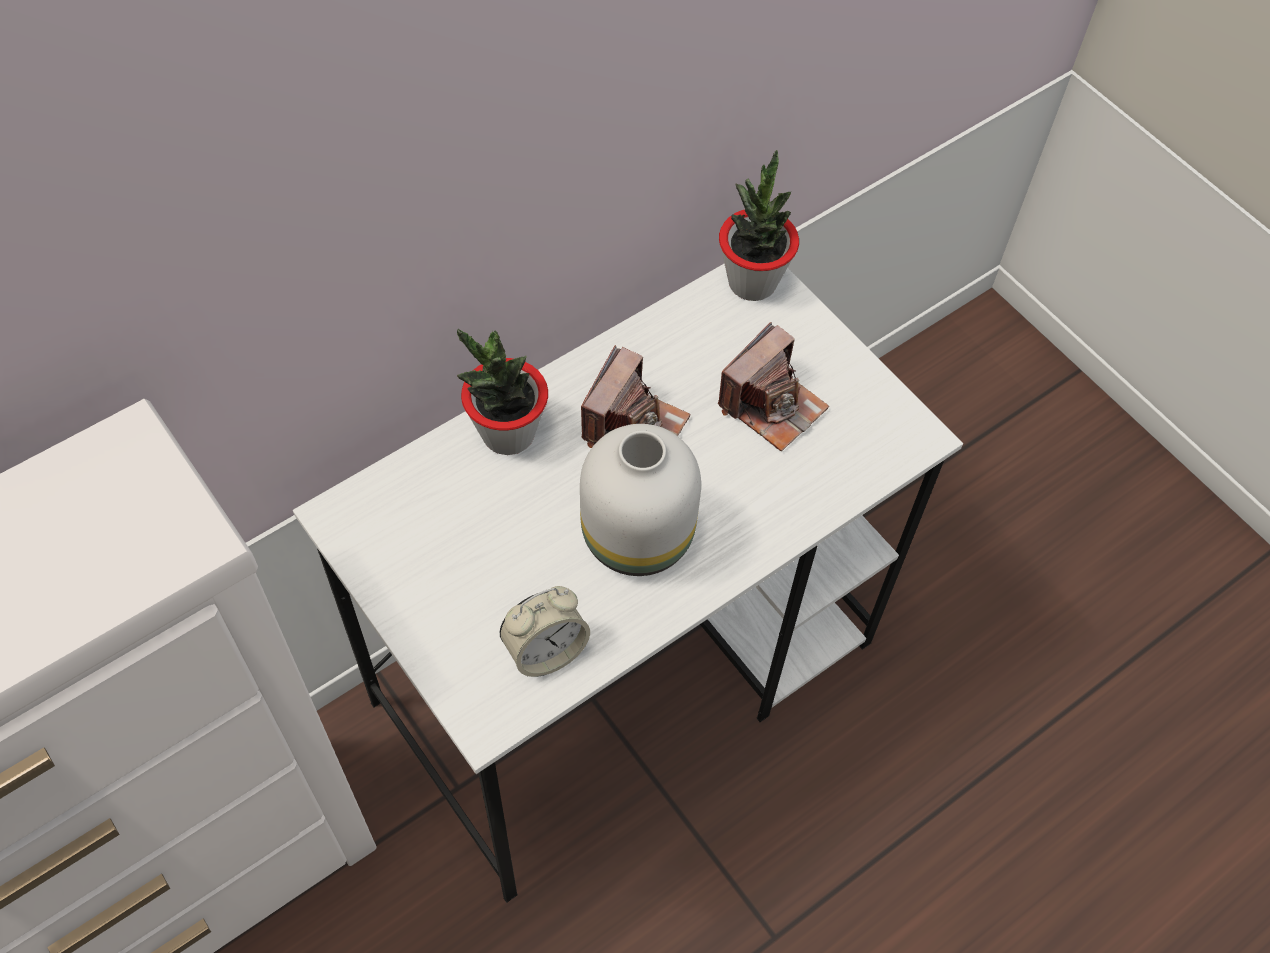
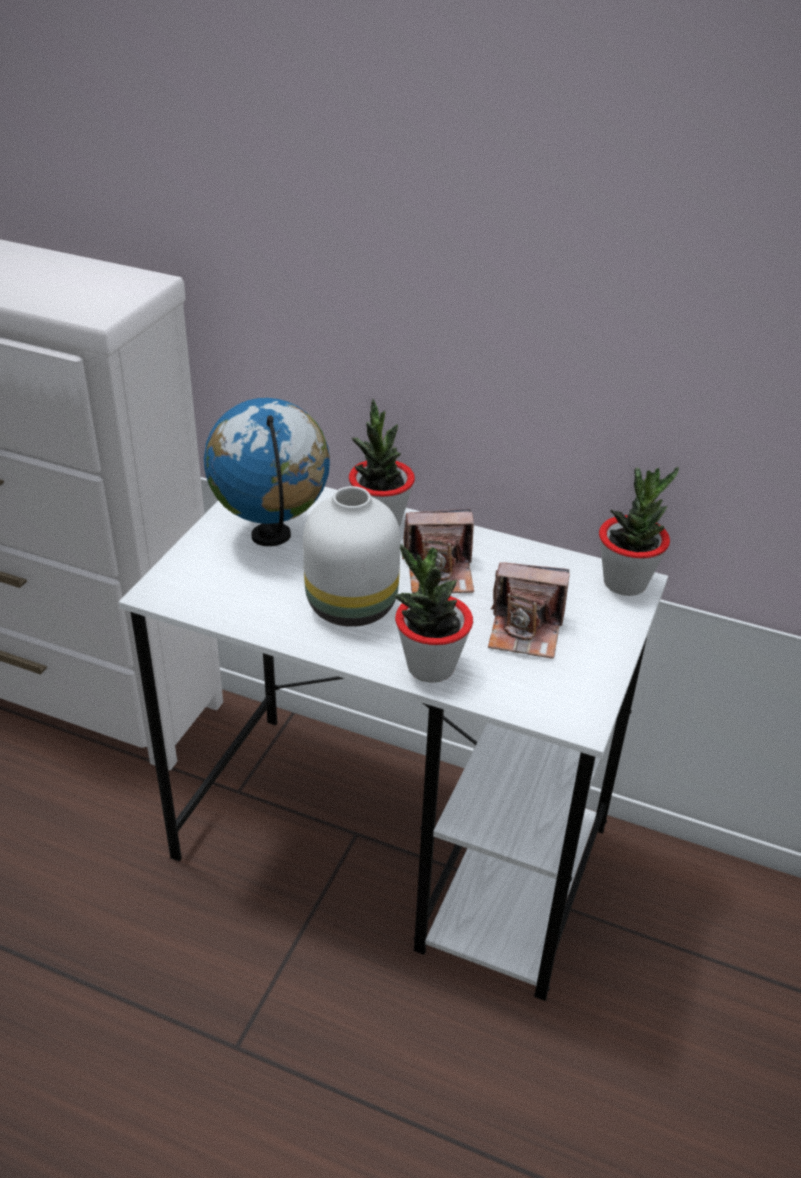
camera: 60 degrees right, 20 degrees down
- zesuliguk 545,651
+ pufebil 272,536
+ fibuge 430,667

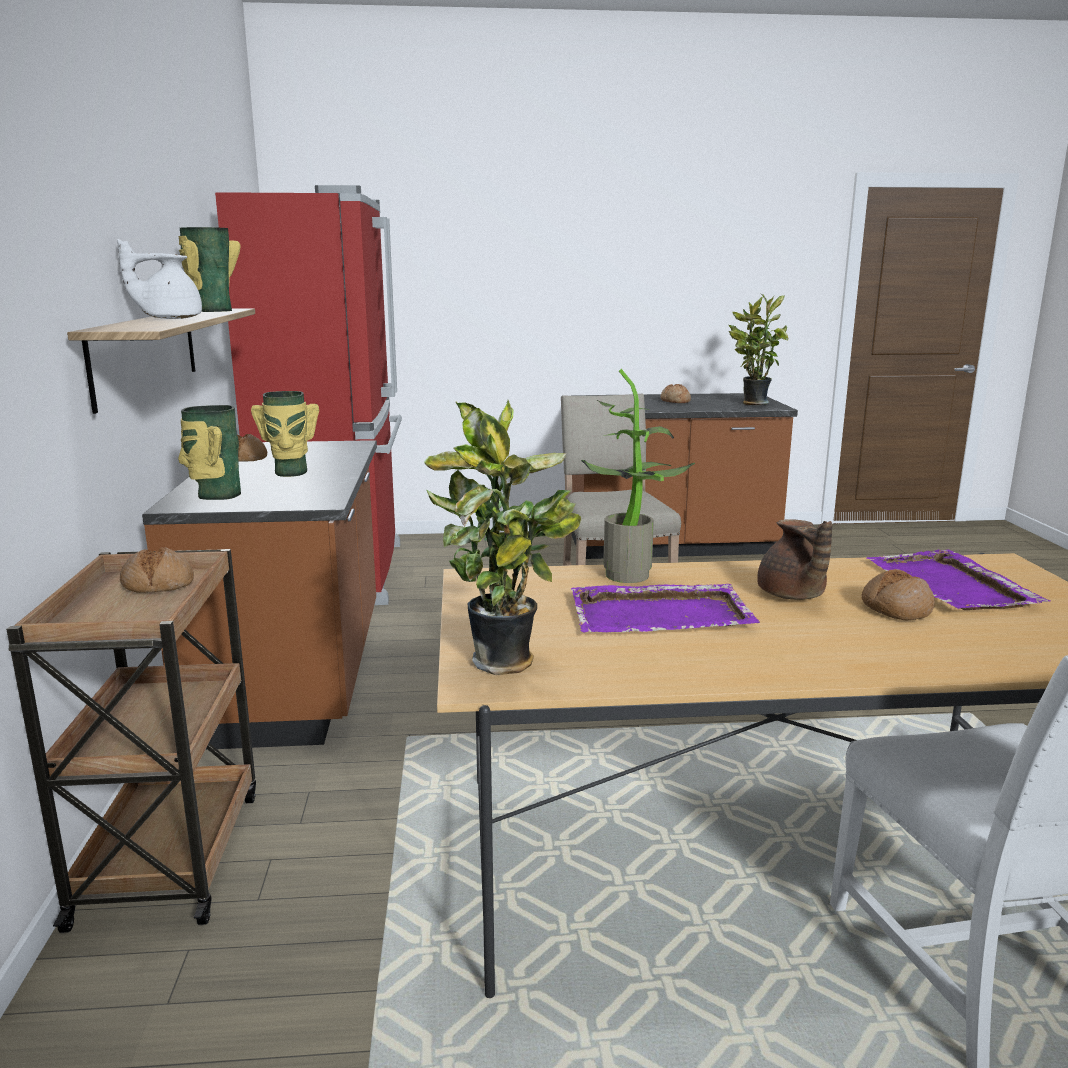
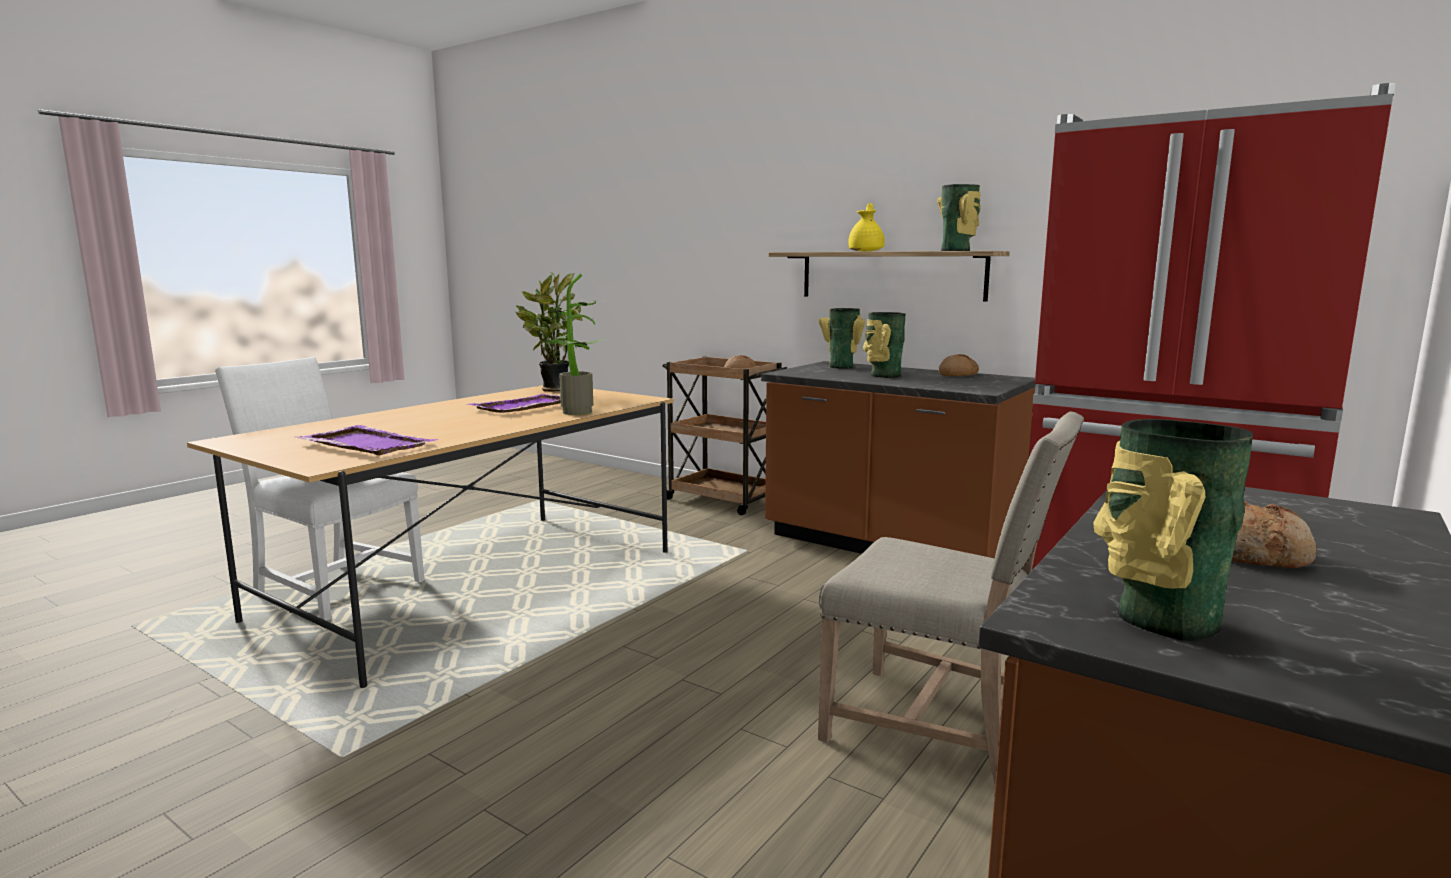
camera: 130 degrees right, 5 degrees down
~ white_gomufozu 169,318 to yellow_gomufozu 866,251
~ fibuge 752,403 to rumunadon 1160,618
- brown_gomufozu 791,596
- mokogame 895,608

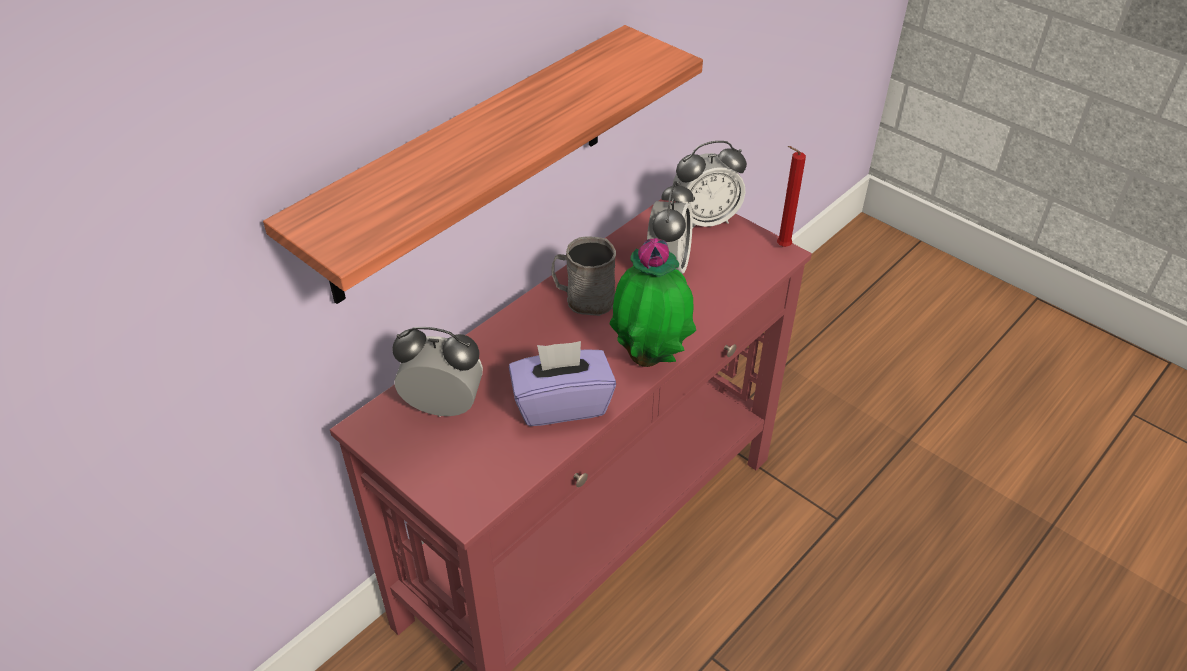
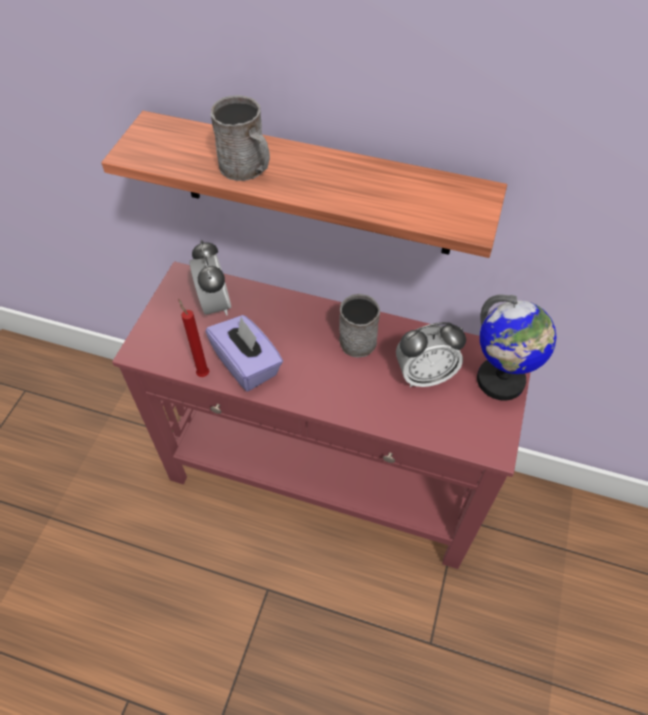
camera: 65 degrees right, 10 degrees up
~ zesuliguk 705,220 to pufebil 500,381
~ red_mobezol 781,247 to 202,373
- fibuge 651,357
+ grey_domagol 247,168

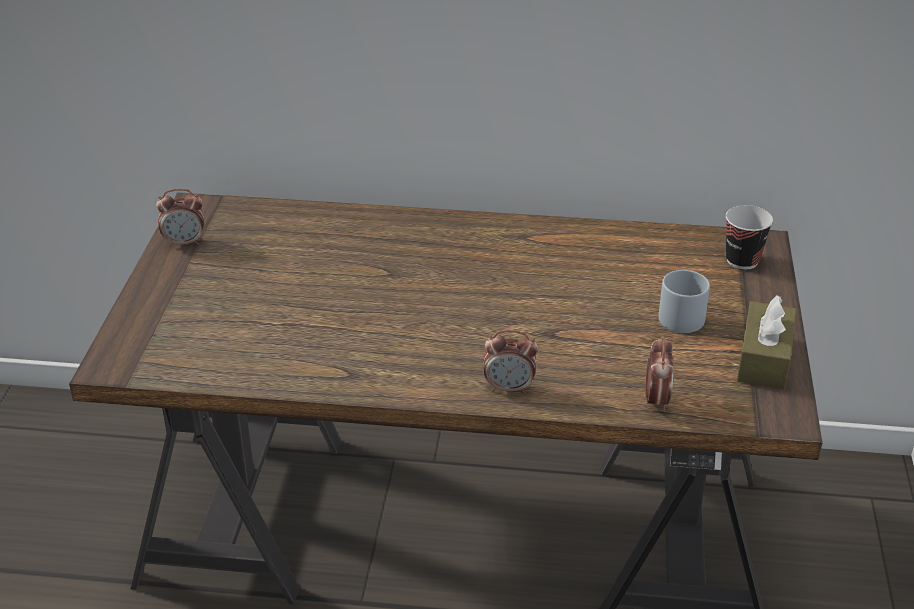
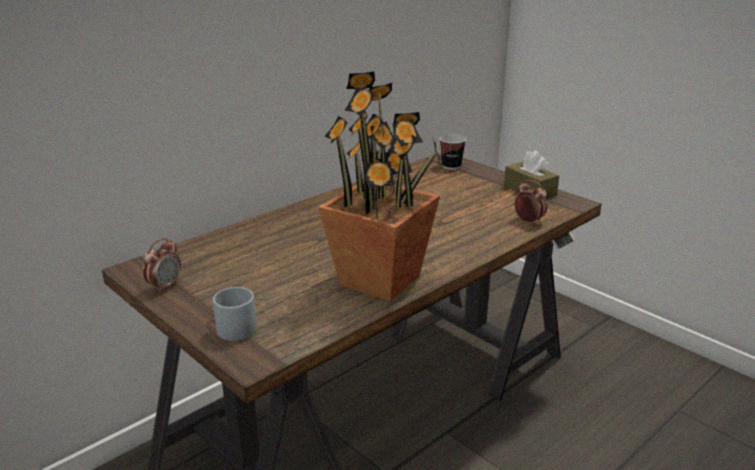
camera: 50 degrees left, 10 degrees down
~ grey_domagol 680,314 to 231,327
- zesuliguk 509,388
+ fibuge 381,280

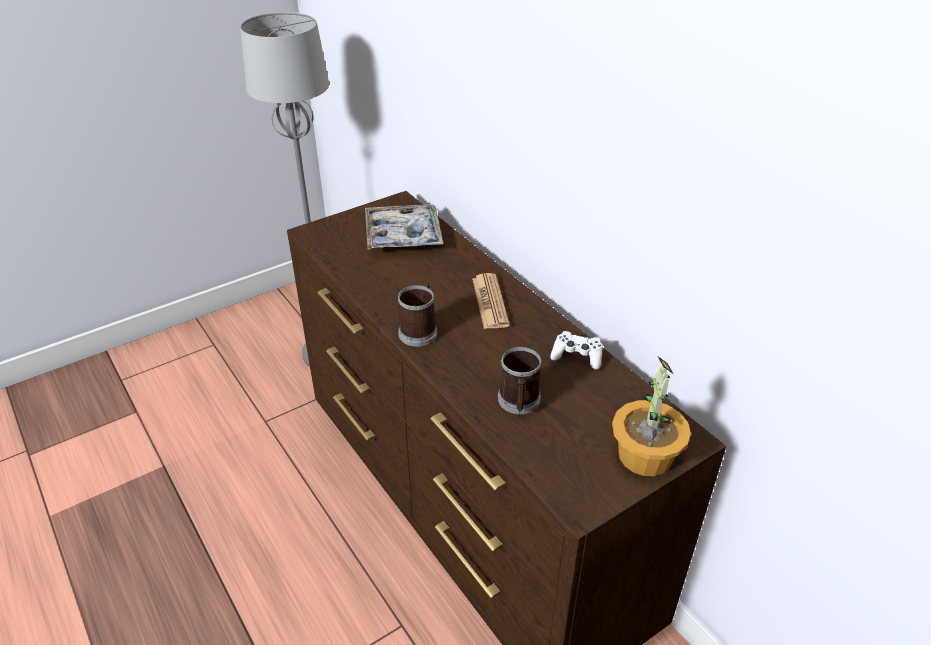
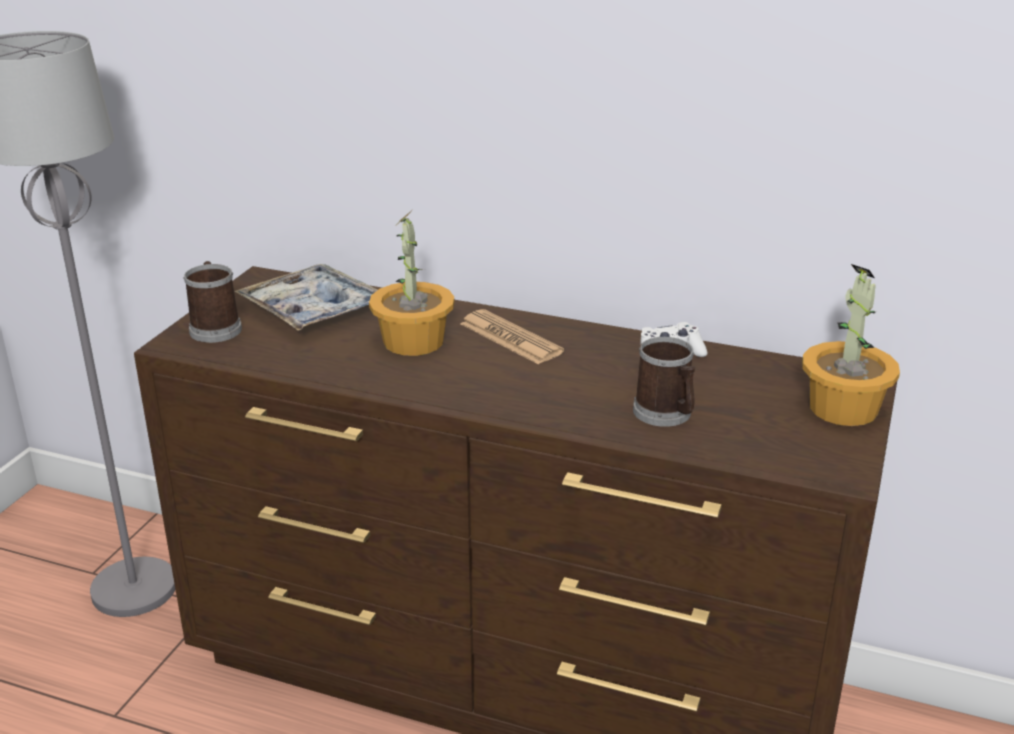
camera: 35 degrees left, 10 degrees down
~ domagol 419,331 to 215,327
+ fibuge 414,341

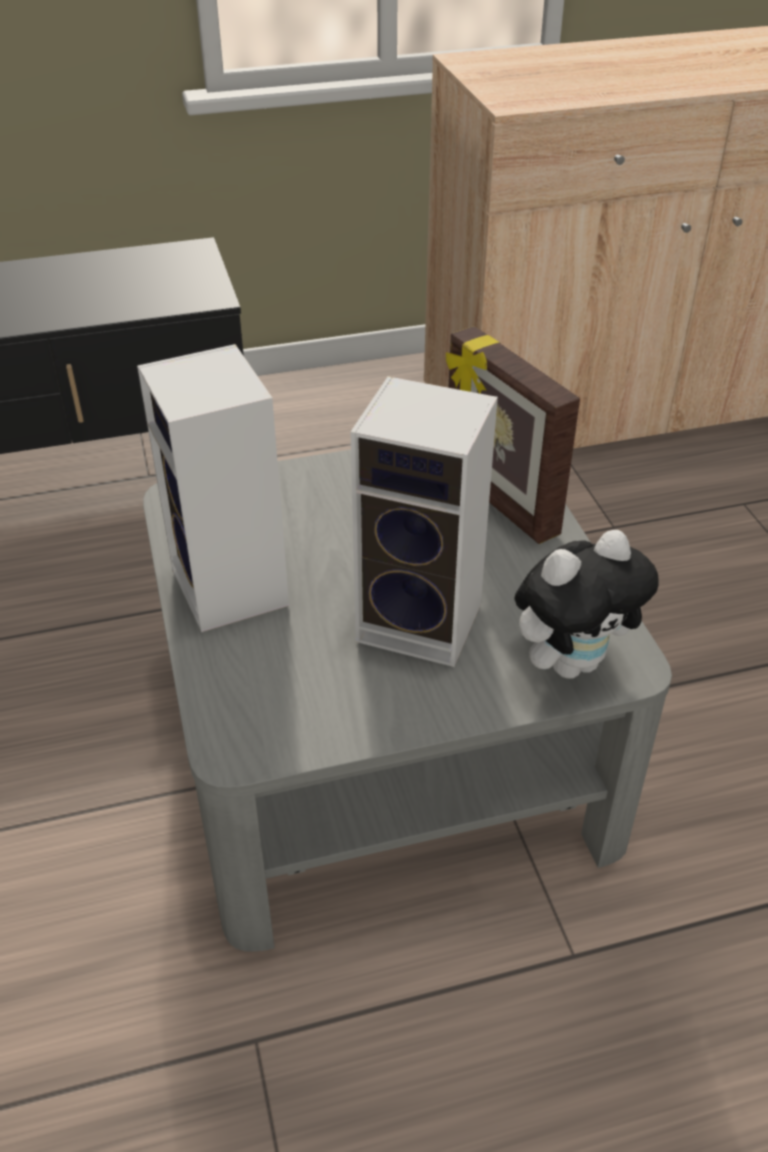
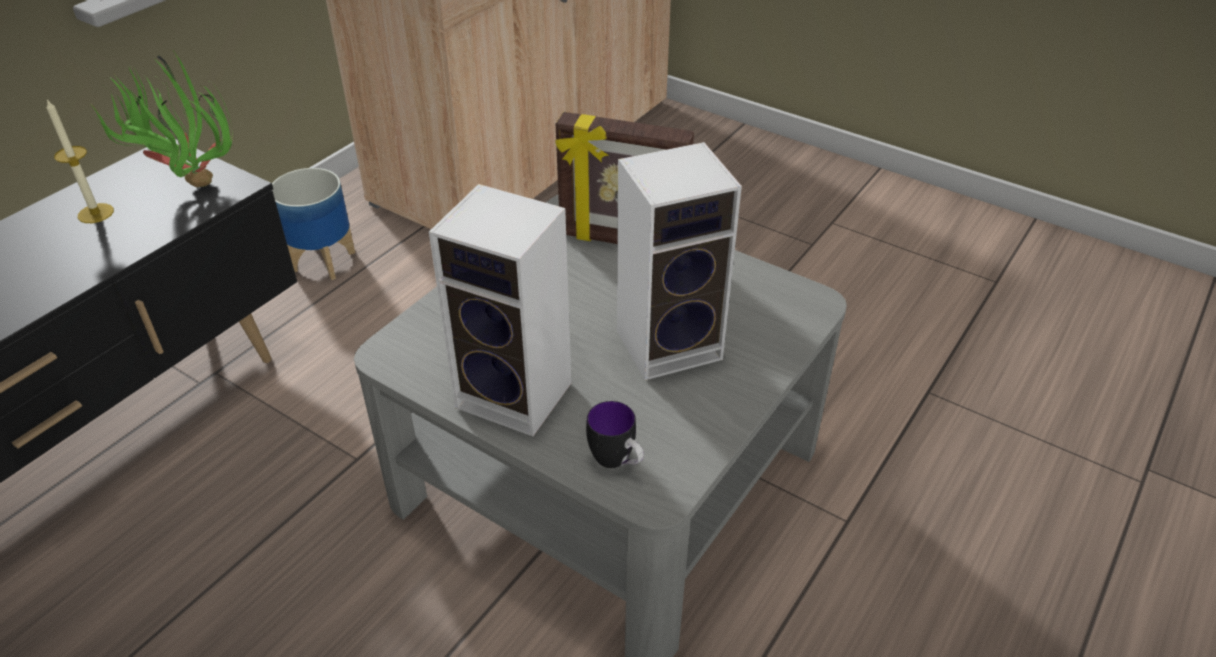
camera: 40 degrees left, 0 degrees up
- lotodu 572,662
+ fibuge 188,184
+ mobezol 95,213
+ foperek 323,261
+ domagol 617,462

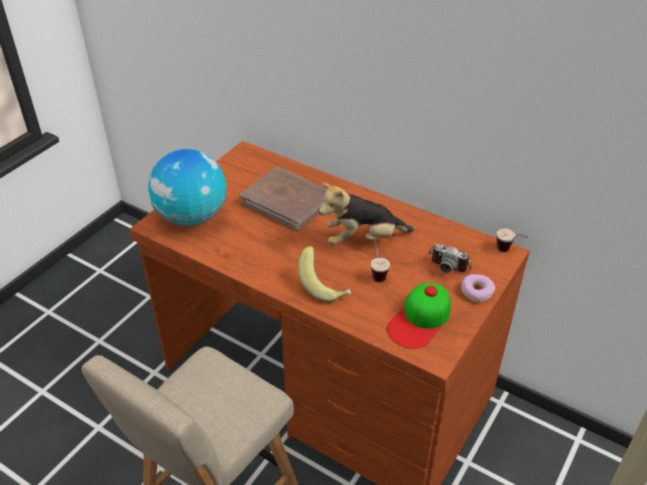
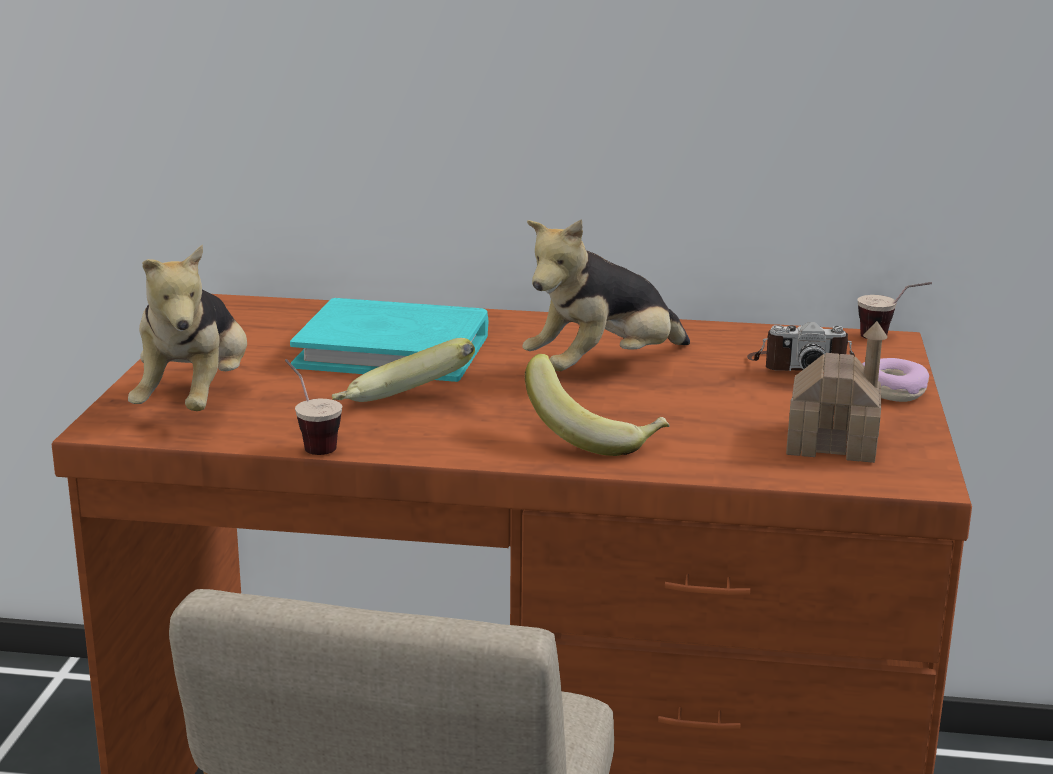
camera: 25 degrees left, 20 degrees down
~ pufebil 192,217 to lotodu 196,401
~ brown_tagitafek 287,201 to turquoise_tagitafek 393,349
~ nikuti 377,272 to 310,443
~ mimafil 420,320 to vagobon 832,442
+ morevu 403,408

